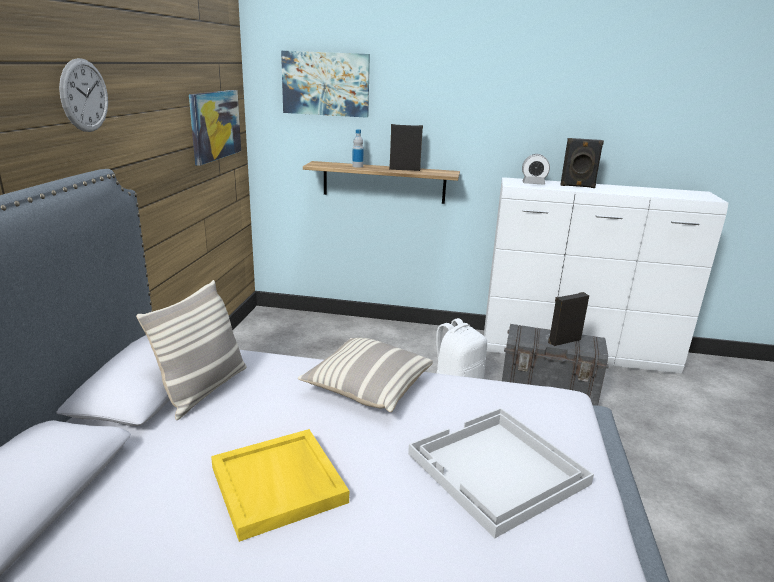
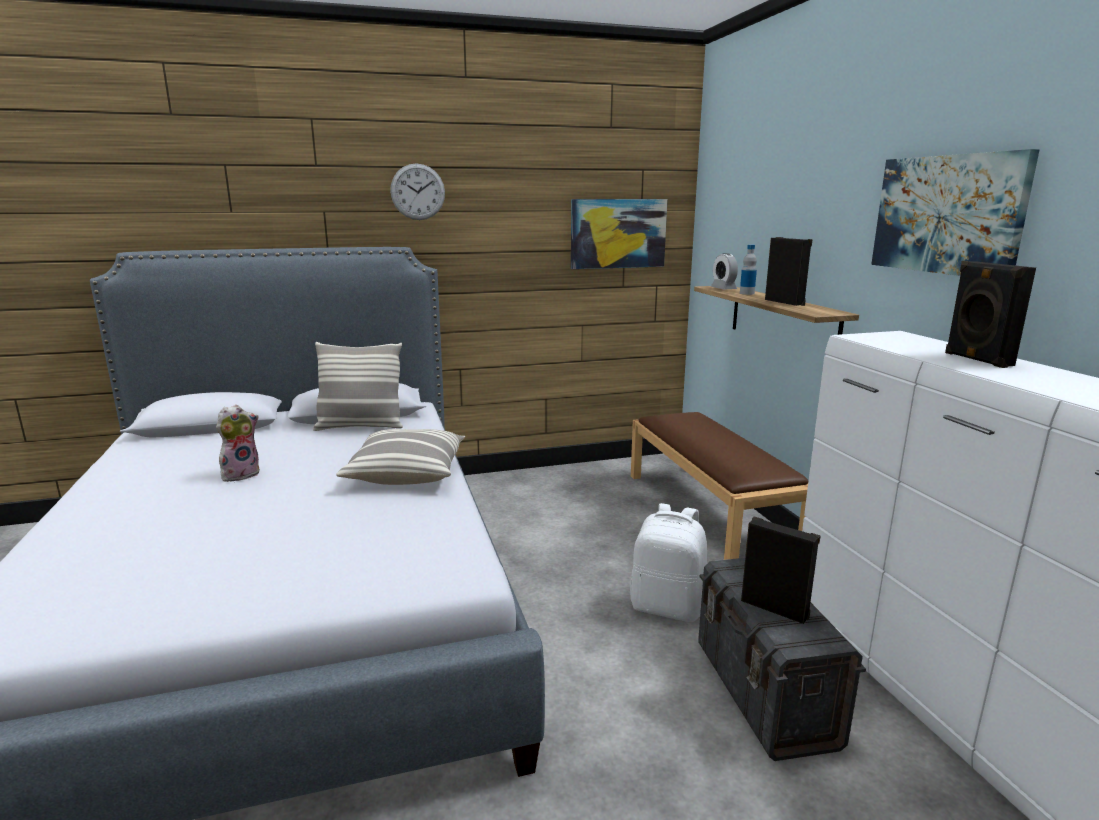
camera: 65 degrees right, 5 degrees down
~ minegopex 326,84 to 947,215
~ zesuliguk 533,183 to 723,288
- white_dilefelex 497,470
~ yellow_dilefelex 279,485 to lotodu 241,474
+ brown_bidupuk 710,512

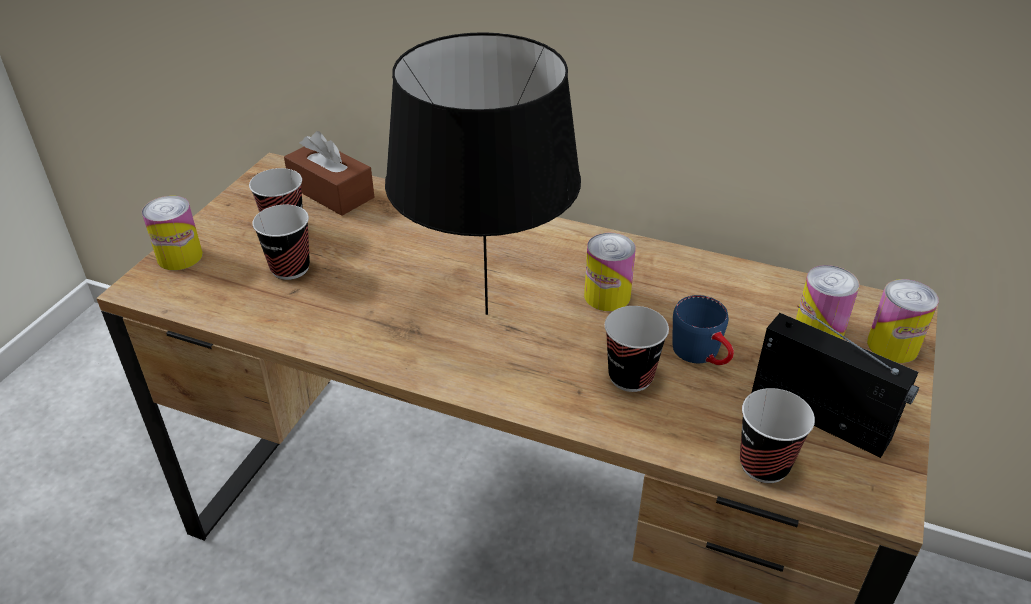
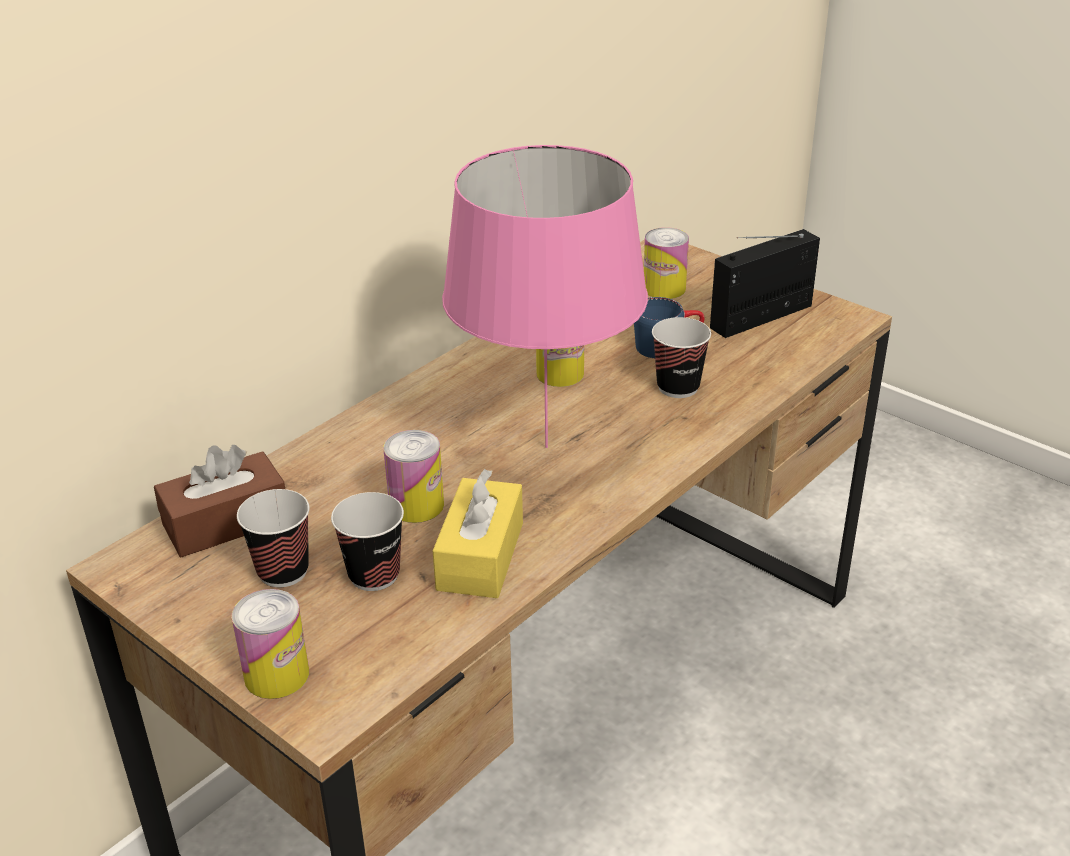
camera: 70 degrees left, 5 degrees down
~ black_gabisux 487,314 to pink_gabisux 547,446
~ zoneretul 892,346 to 416,505
- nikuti 764,465
+ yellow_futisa 480,556

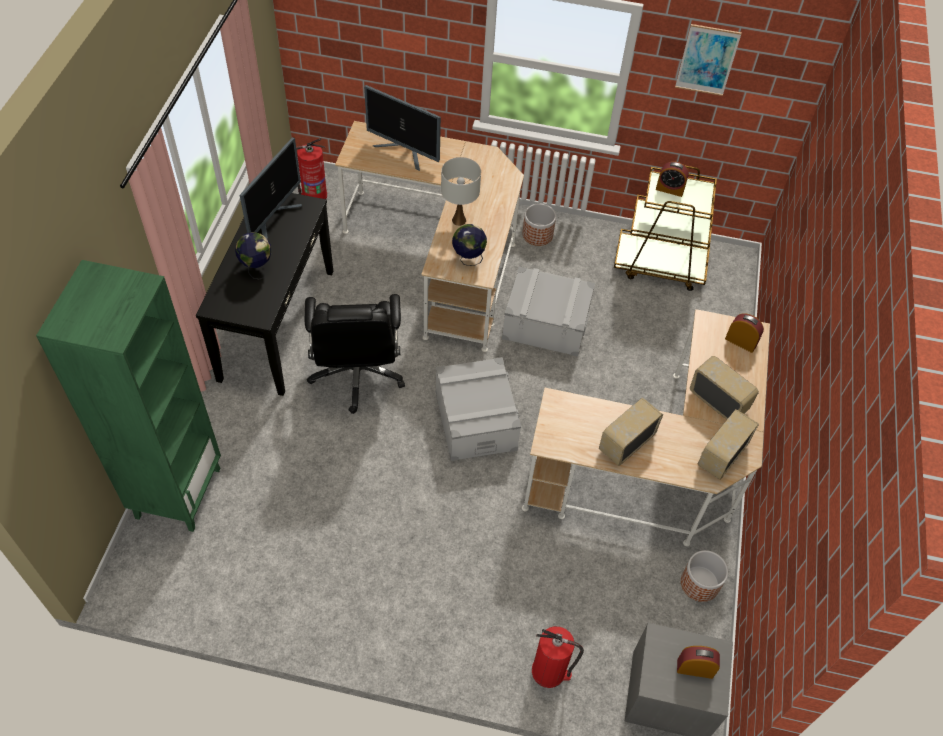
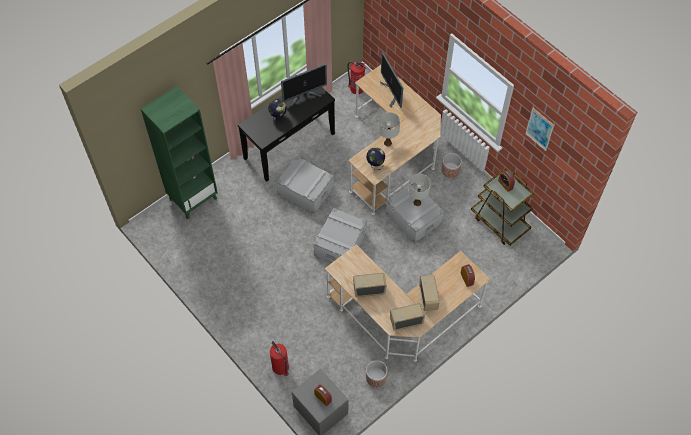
camera: 40 degrees right, 5 degrees up
~ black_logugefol 357,375 to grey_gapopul 305,191
+ white_gabisux 417,202

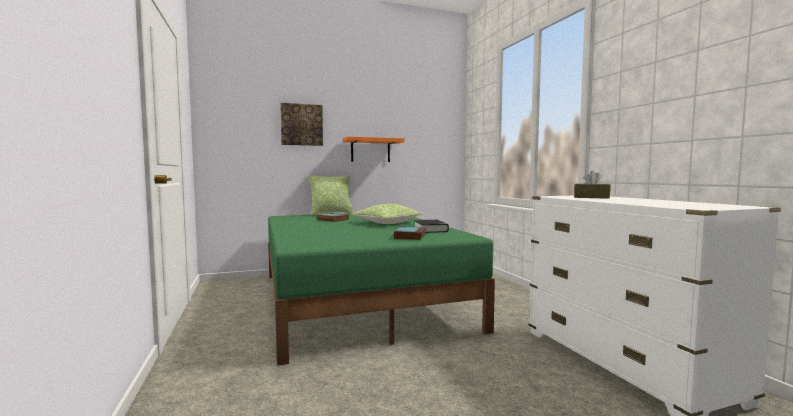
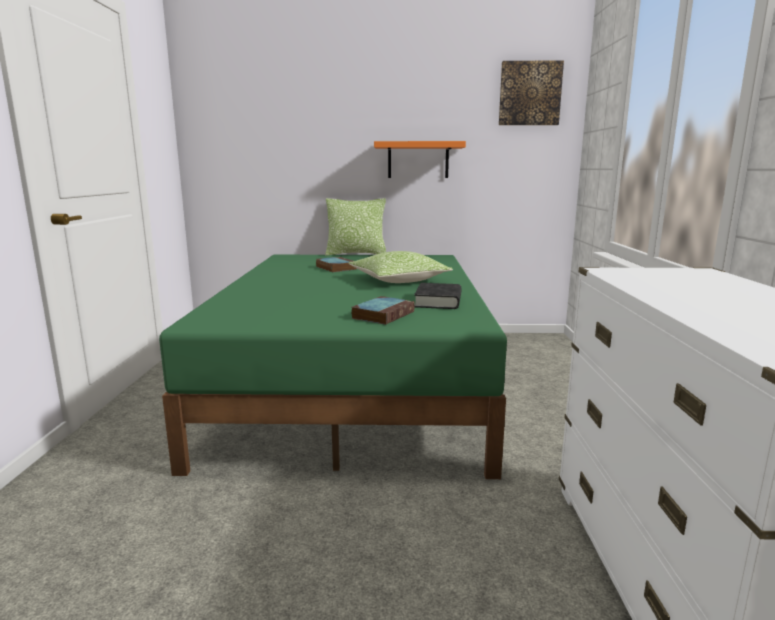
camera: 20 degrees right, 10 degrees up
~ minegopex 301,125 to 529,93
- brown_futisa 591,197

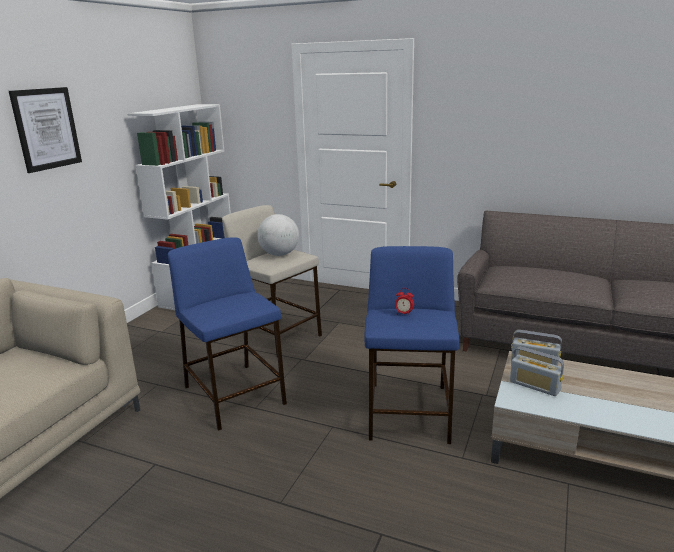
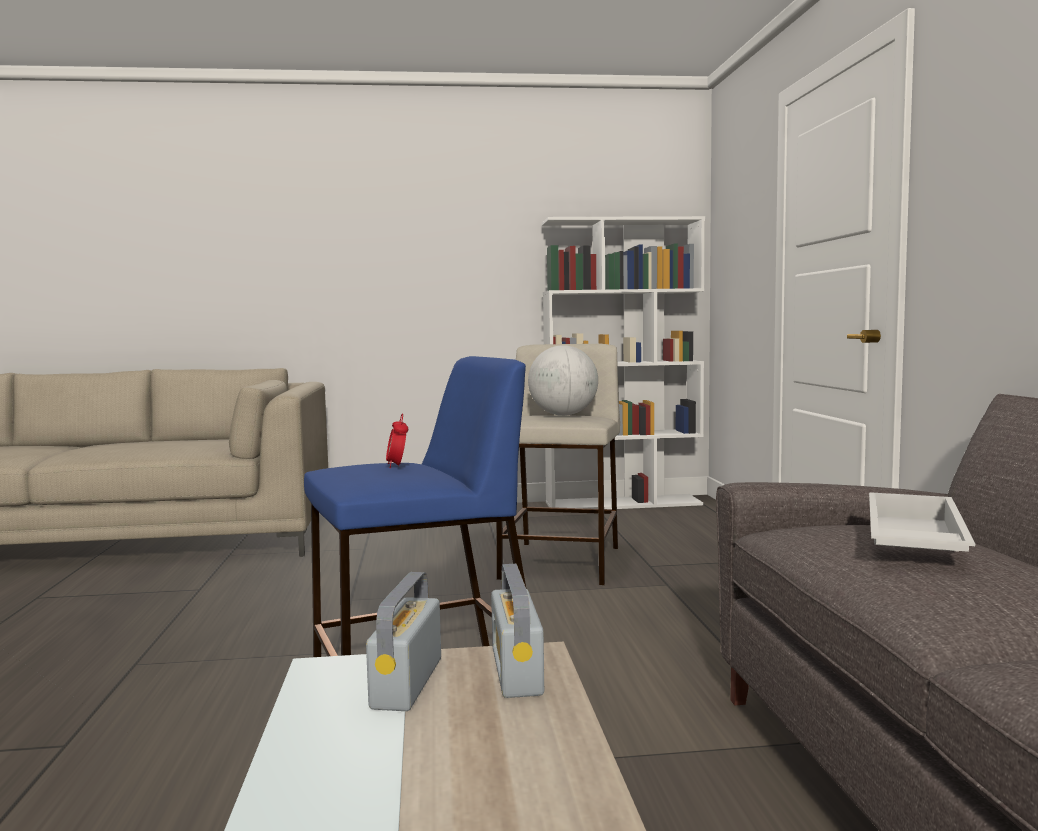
camera: 60 degrees right, 15 degrees down
- minegopex 46,129
- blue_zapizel 235,395
+ white_dilefelex 910,540

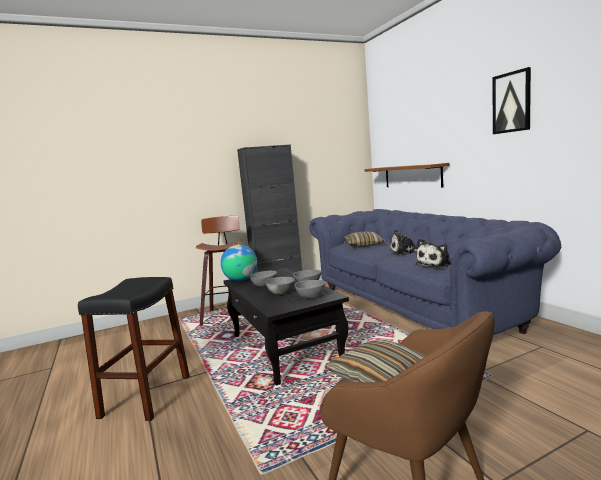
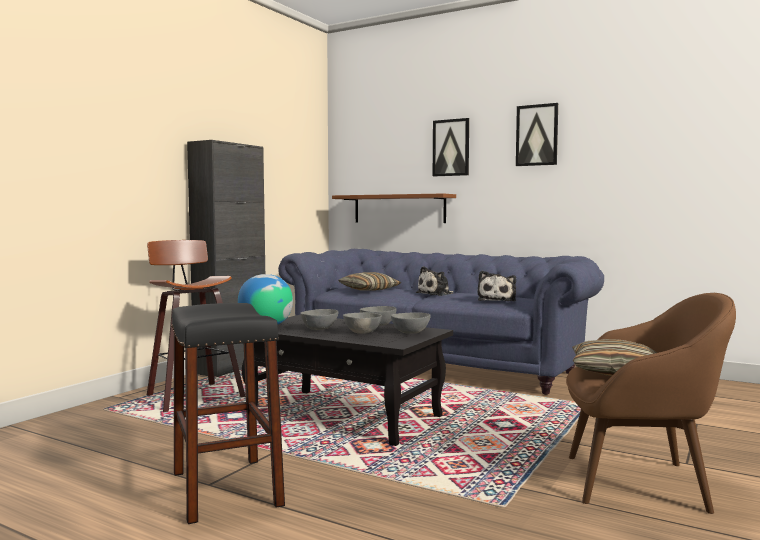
camera: 35 degrees left, 5 degrees down
+ minegopex 451,147

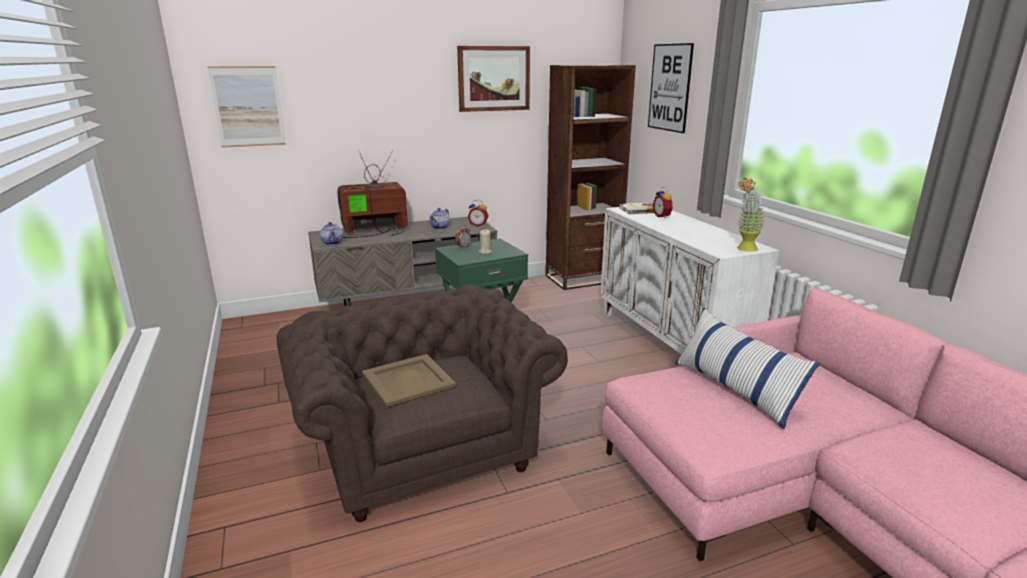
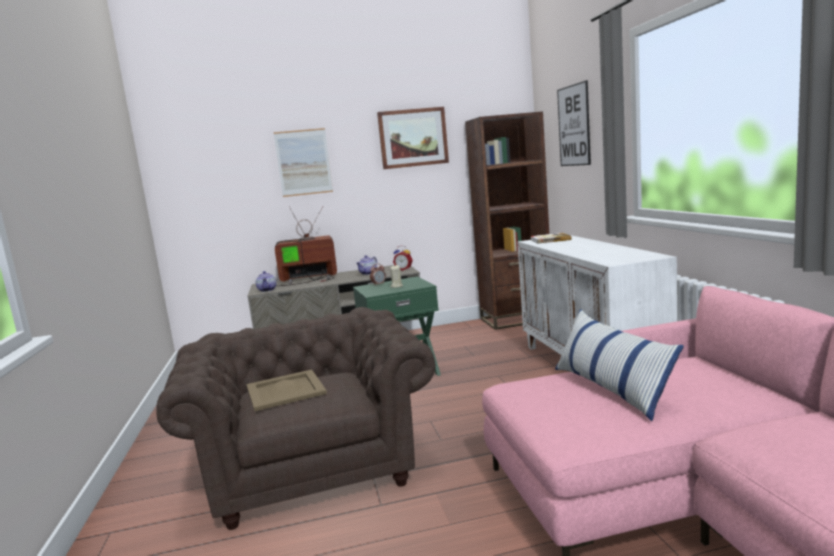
camera: 10 degrees right, 10 degrees down
~ minegopex 248,106 to 303,162
- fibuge 744,249
- zesuliguk 663,216

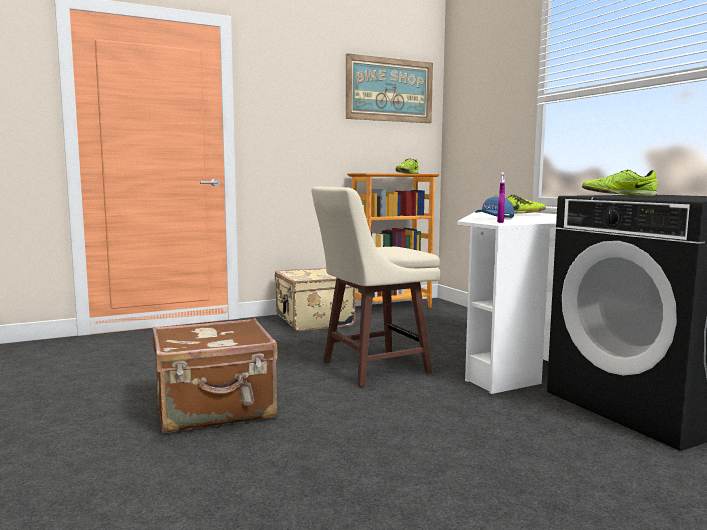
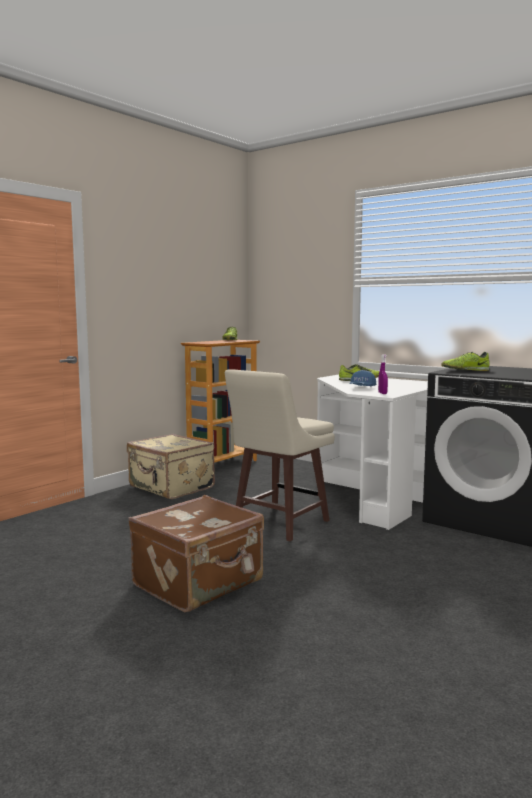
camera: 25 degrees left, 0 degrees up
- minegopex 389,90

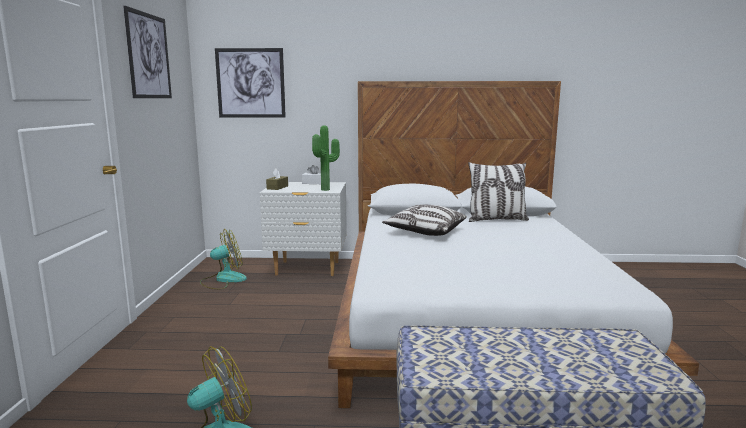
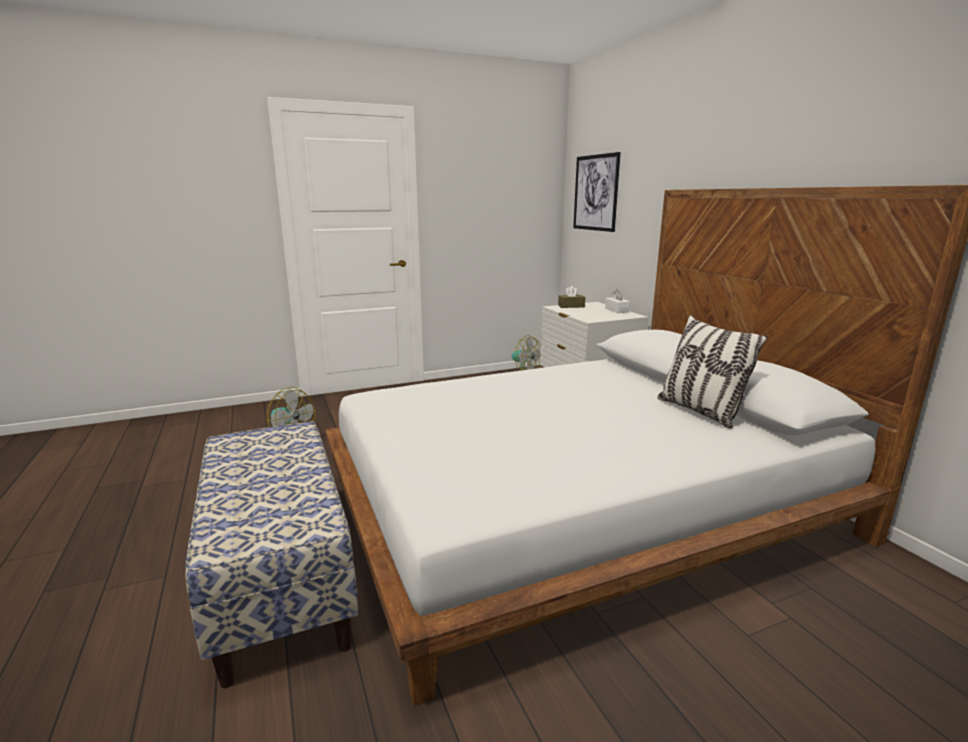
camera: 65 degrees right, 5 degrees up
- minegopex 149,56
- fibuge 327,190
- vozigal 425,232

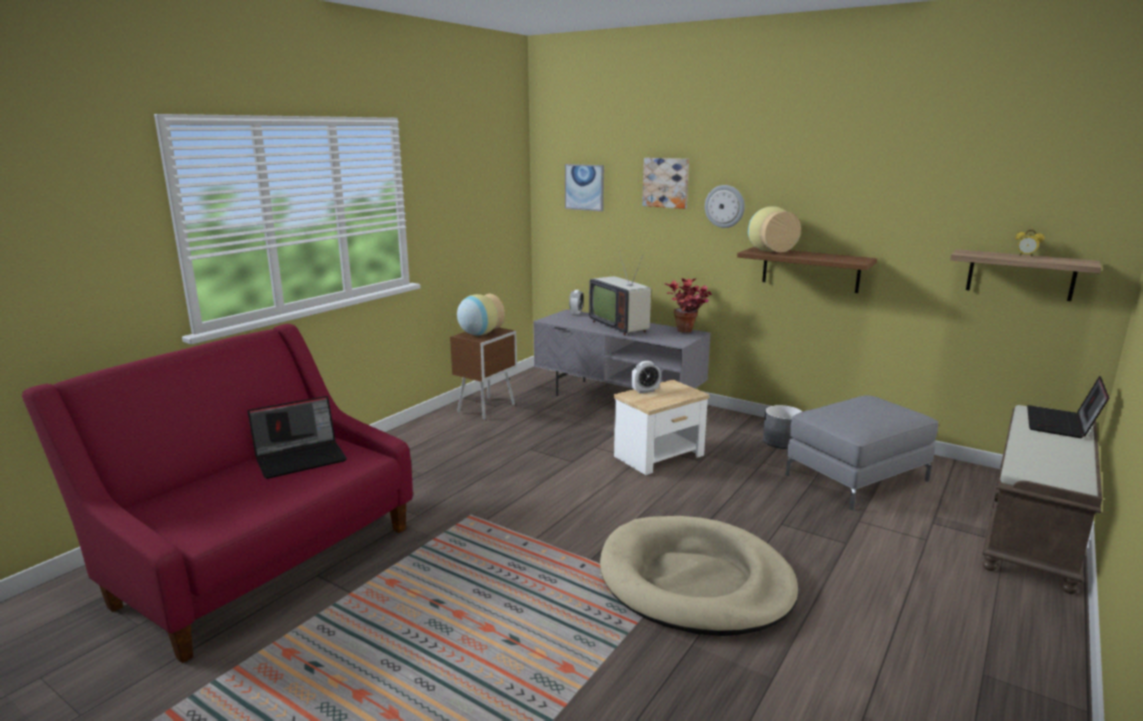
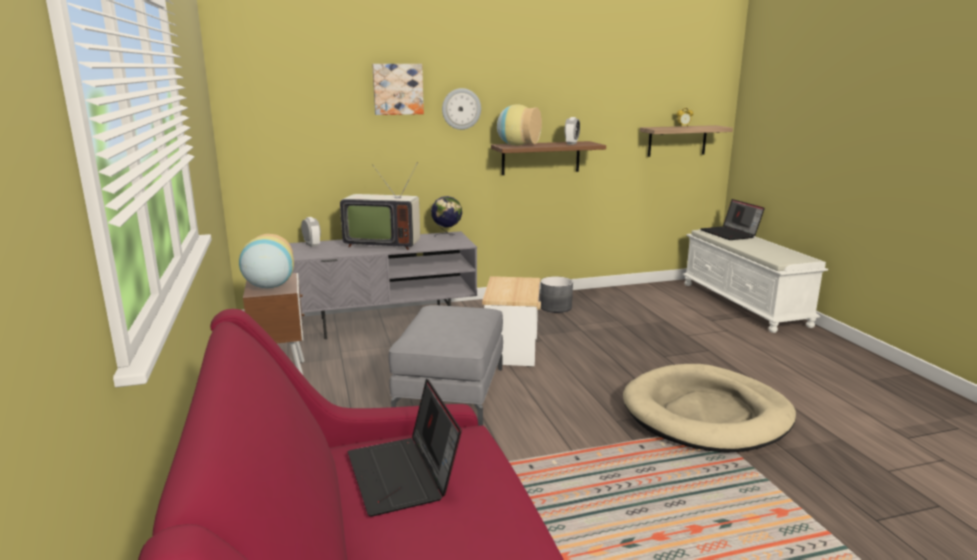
camera: 50 degrees left, 0 degrees up
- minegopex 584,187
~ fibuge 688,332 to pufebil 447,235
~ zesuliguk 645,391 to 571,143
~ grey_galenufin 856,478 to 451,391
~ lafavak 301,458 = 404,475 150 degrees clockwise
~ brown_bidupuk 1034,529 to white_bidupuk 745,304

